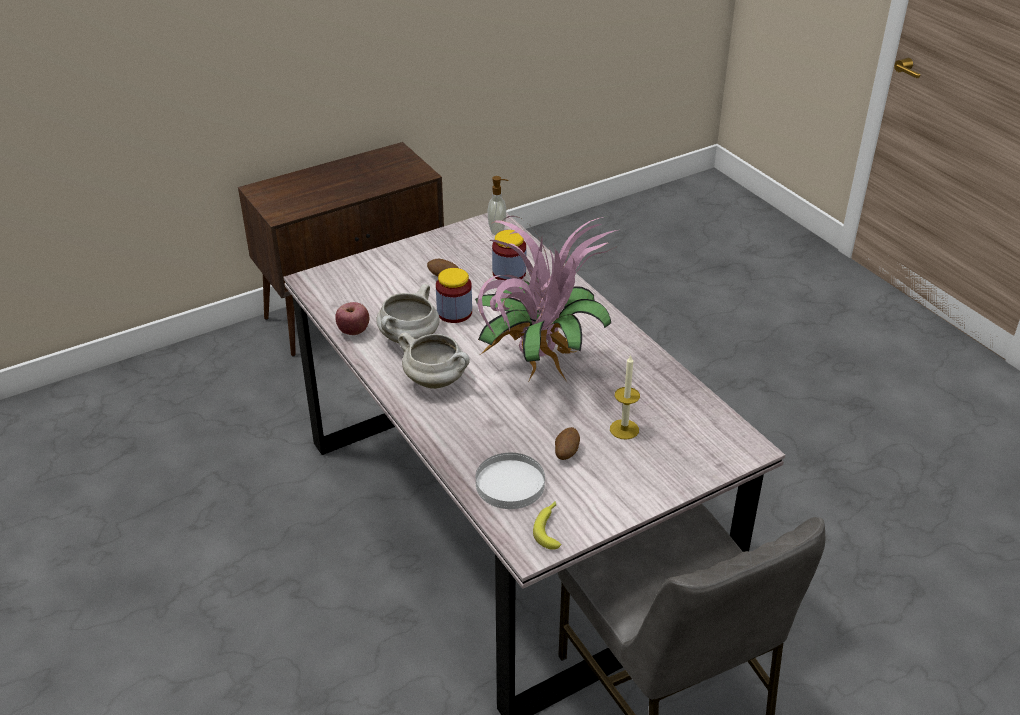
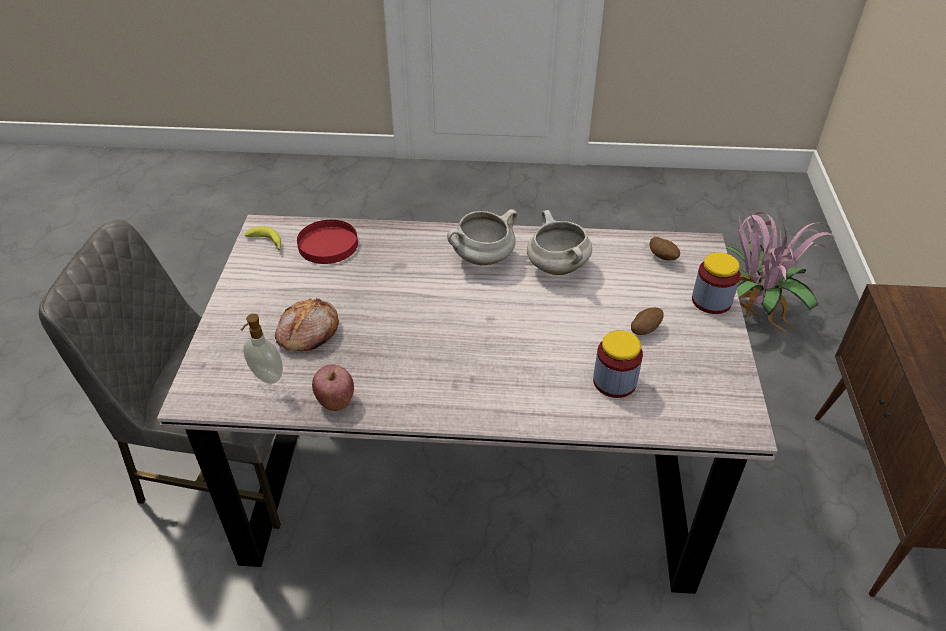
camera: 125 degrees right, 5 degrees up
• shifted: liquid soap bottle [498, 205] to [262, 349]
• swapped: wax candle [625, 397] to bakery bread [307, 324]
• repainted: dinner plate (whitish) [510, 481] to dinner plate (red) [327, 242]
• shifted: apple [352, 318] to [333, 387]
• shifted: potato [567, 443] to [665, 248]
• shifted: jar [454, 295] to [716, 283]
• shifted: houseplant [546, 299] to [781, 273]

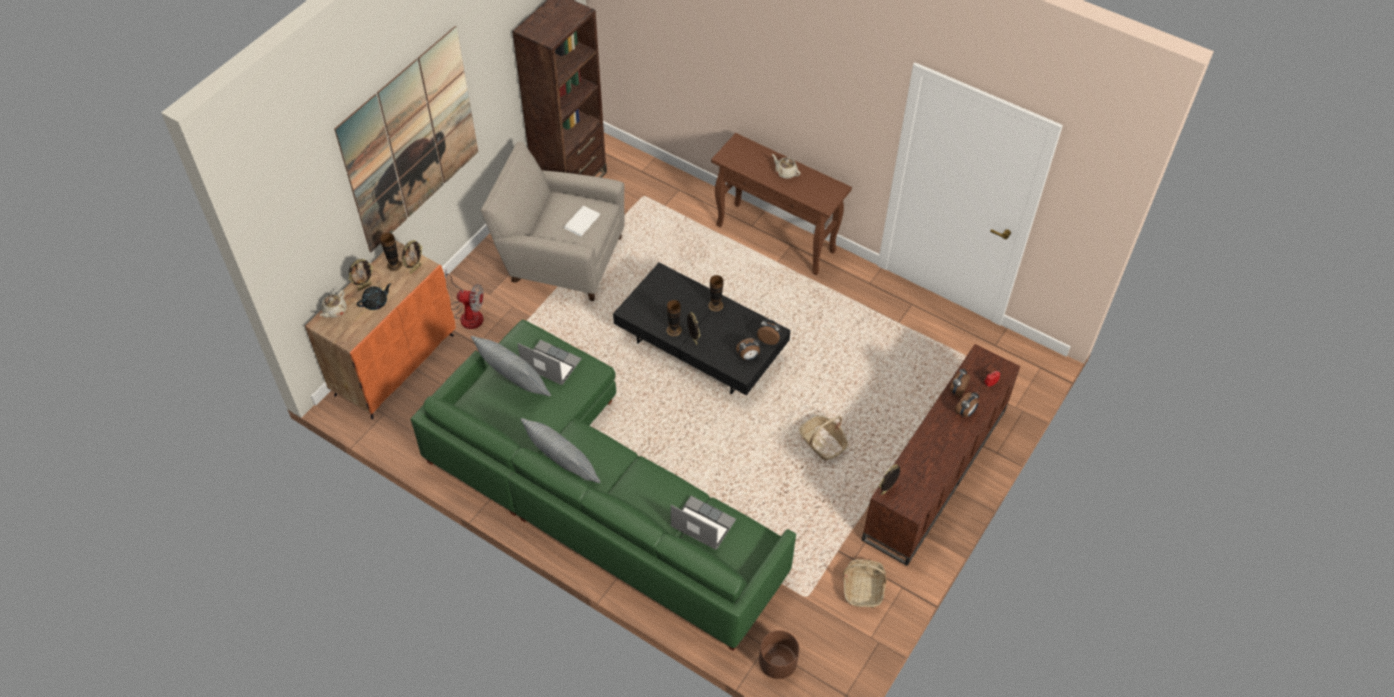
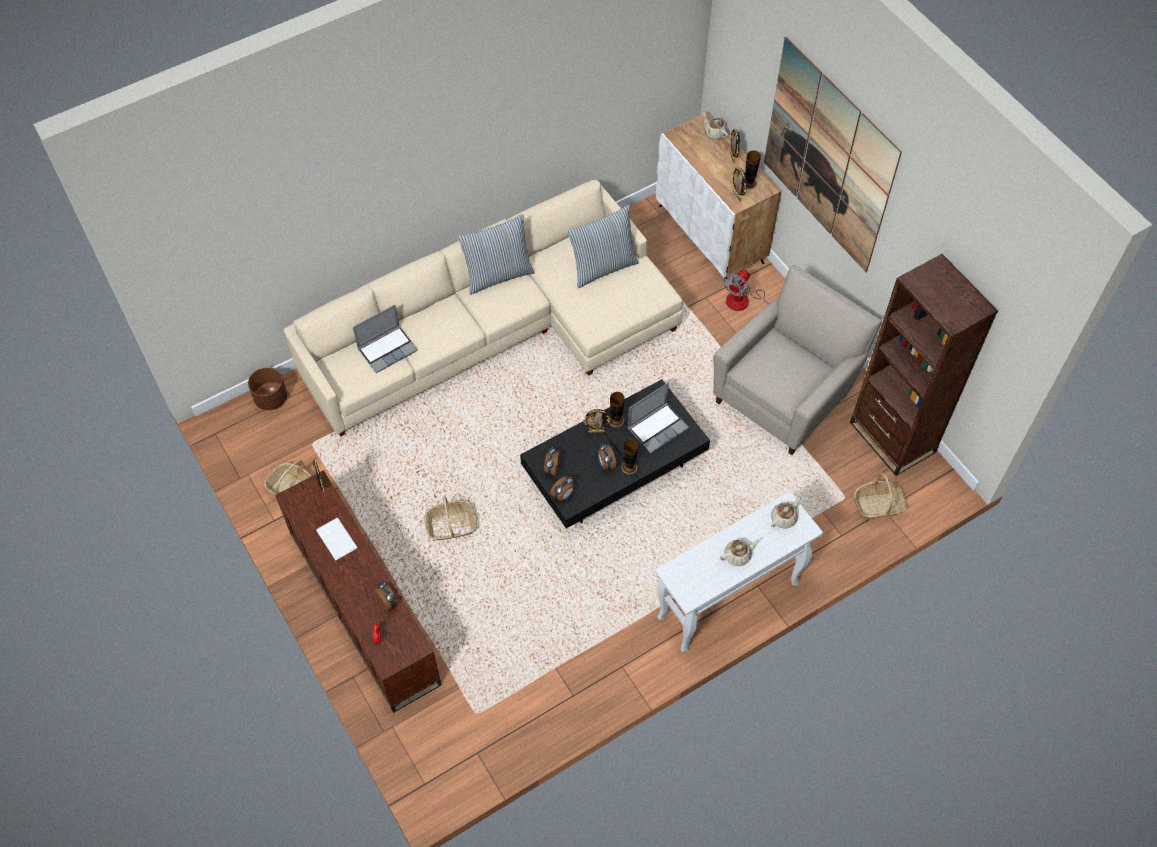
camera: 115 degrees right, 5 degrees up
• repainted: settee (greenish) [603, 485] to settee (sand-coloured) [483, 308]
• shifted: bound book (whitish) [582, 221] to [337, 539]
• shifted: table clock [967, 404] to [607, 456]
• shifted: portable computer [549, 362] to [658, 418]
• repainted: narrow table (brown-coloured) [781, 204] to narrow table (whitish) [738, 572]
• repainted: storage cabinet (orange) [380, 329] to storage cabinet (whitish) [718, 195]
• new: tea pot (sand-coloured) [786, 513]
• new: basket [881, 496]
• gone: tea pot (black-coloured) [374, 296]

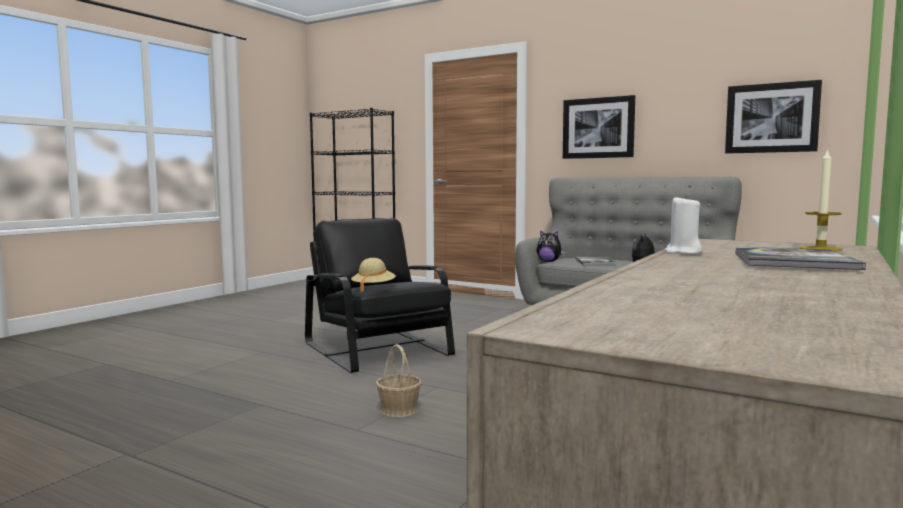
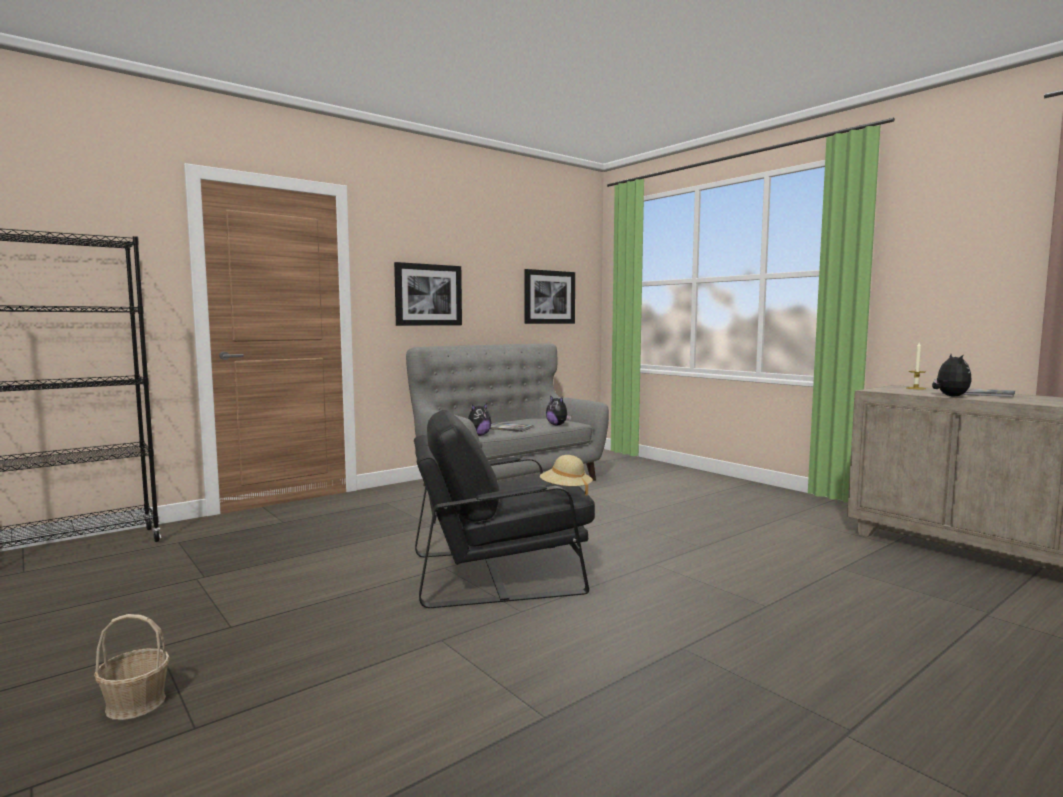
camera: 70 degrees left, 0 degrees up
• shifted: basket [399, 380] to [132, 667]
• swapped: wax candle (whitish) [683, 224] to cuddly toy [952, 375]

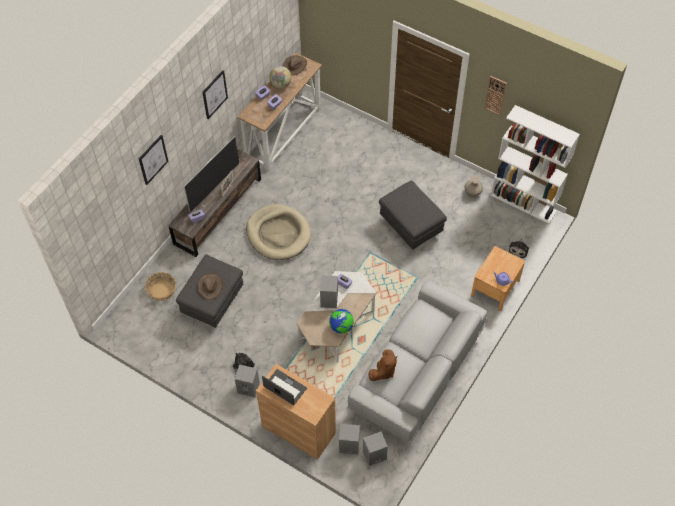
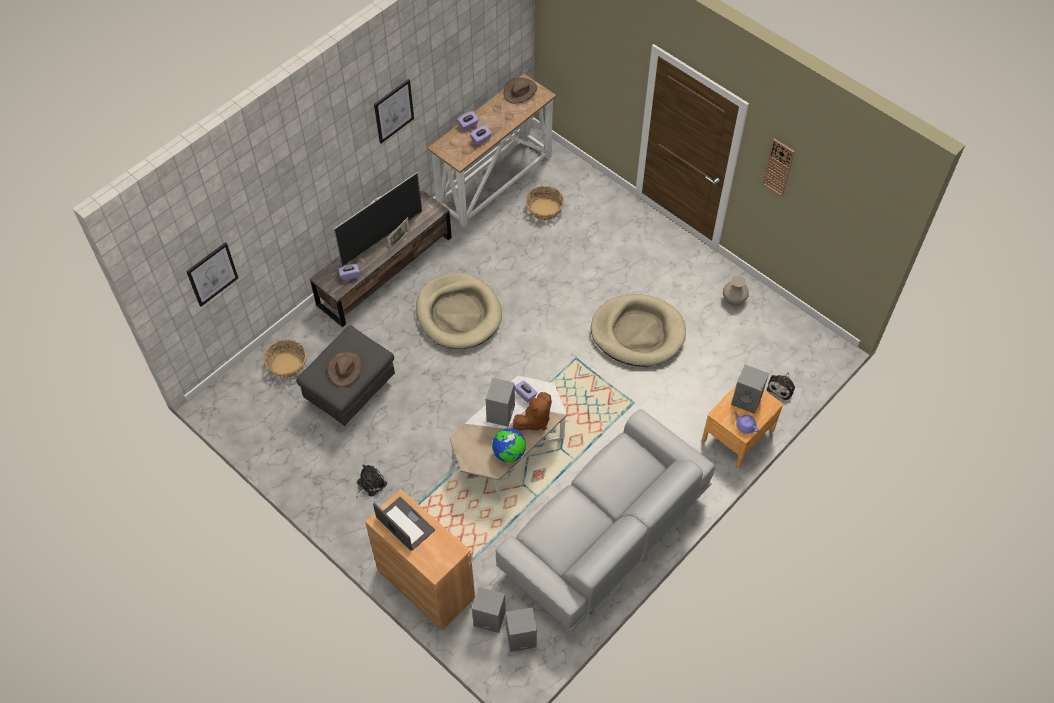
camera: 10 degrees right, 0 degrees up
• shifted: wall art [153, 160] to [212, 274]
• shifted: cuddly toy (brown-coloured) [383, 365] to [532, 411]
• new: basket [545, 203]
• swapped: ottoman (grey) [413, 215] to pet bed (sand-coloured) [638, 330]
• shifted: speaker (grey) [247, 380] to [750, 389]
• gone: desk globe [280, 77]
• gone: shelving unit (whitish) [535, 164]

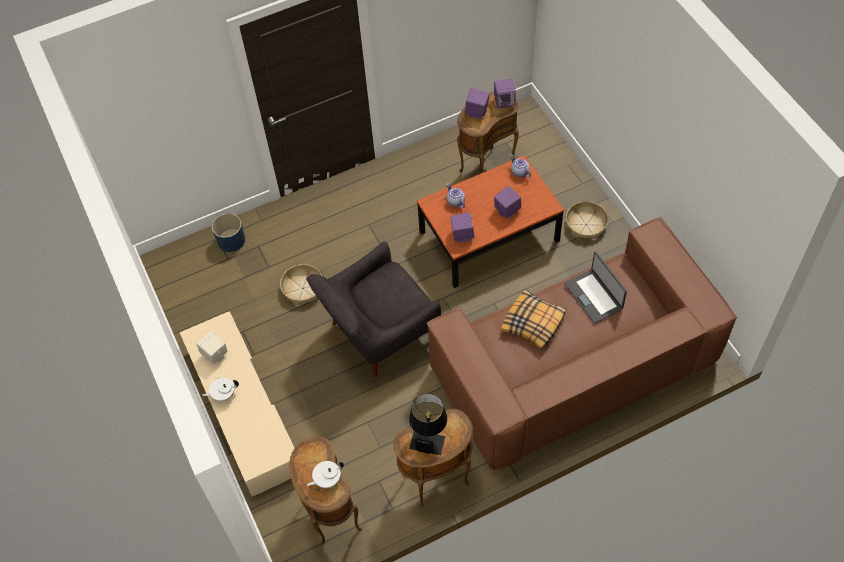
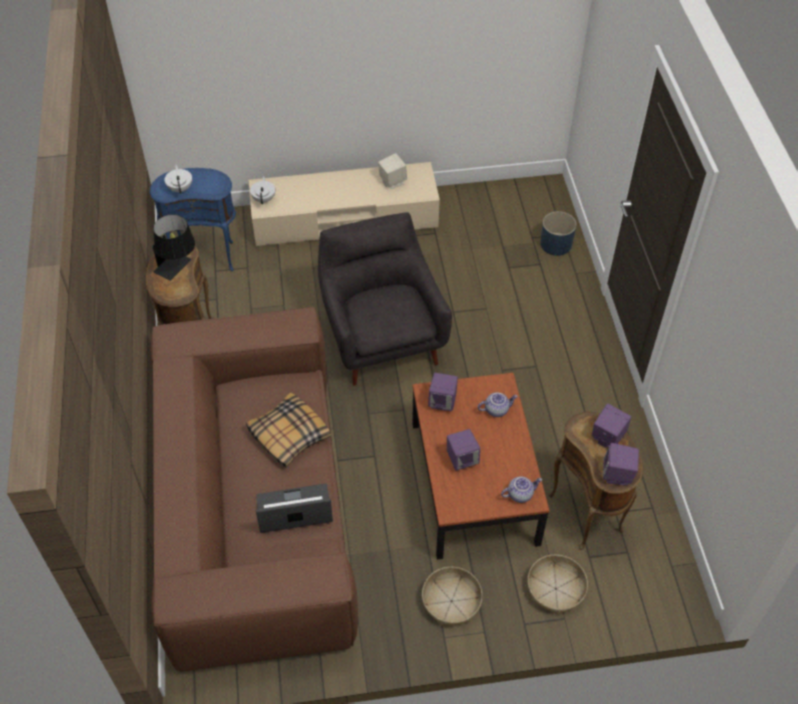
camera: 105 degrees right, 5 degrees down
• repainted: accent table (brown-coloured) [325, 491] to accent table (blue-coloured) [193, 219]
• shifted: tea pot (whitish) [220, 390] to [263, 190]
• shifted: basket [301, 284] to [557, 585]

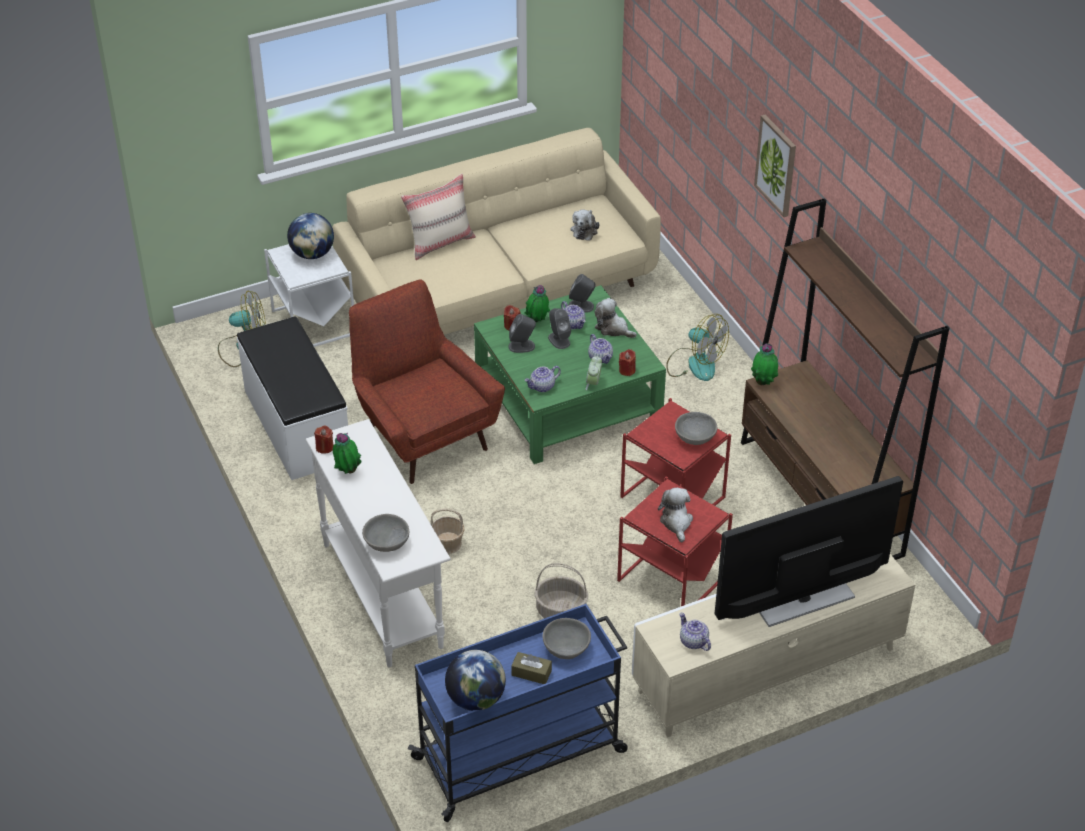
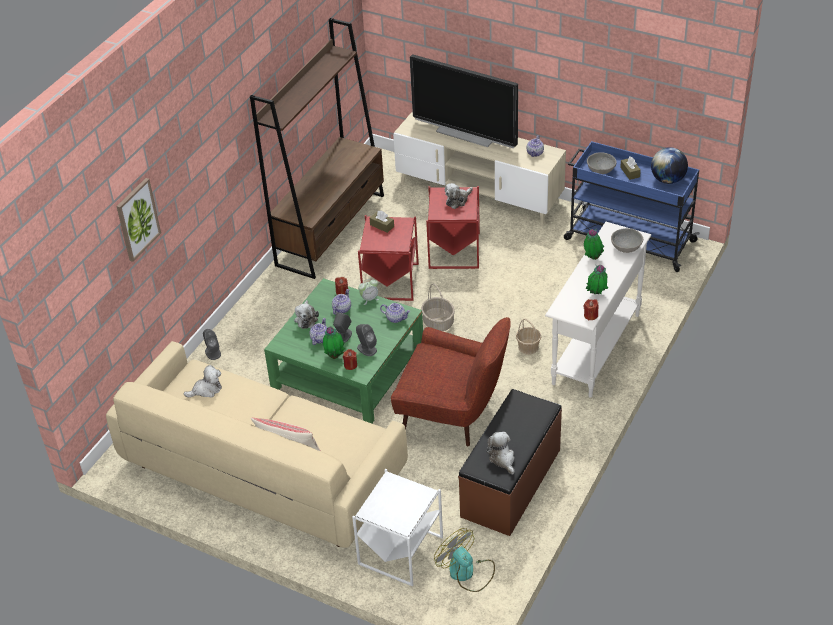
camera: 125 degrees left, 0 degrees up
• shifted: wall art [775, 166] to [138, 220]
• shifted: speaker (grey) [582, 293] to [212, 344]
• swapped: deep dish (grey) [696, 428] to tissue holder (brown-coloured) [382, 222]
• rotated: armchair (red) [427, 381] = [451, 381] 90 degrees counterclockwise
• shifted: basket [561, 590] to [438, 307]
• repainted: bench (whitish) [292, 398] to bench (brown-coloured) [510, 462]
• new: cuddly toy [500, 453]
• shifted: houseplant [764, 364] to [594, 244]
• gone: desk globe [310, 236]
• gone: electric fan [697, 347]

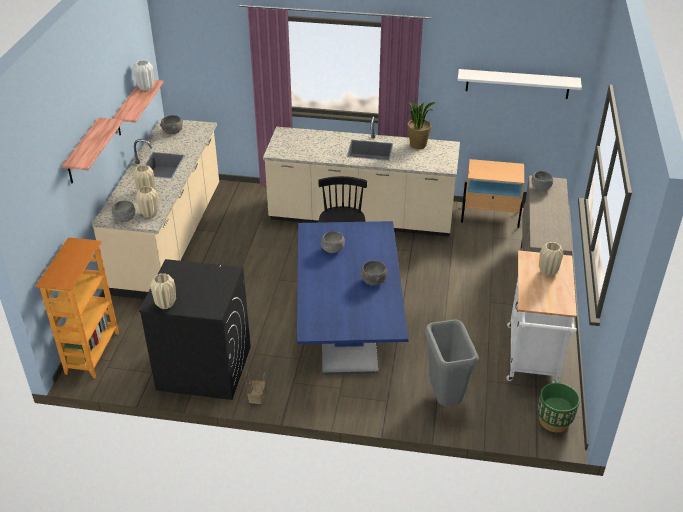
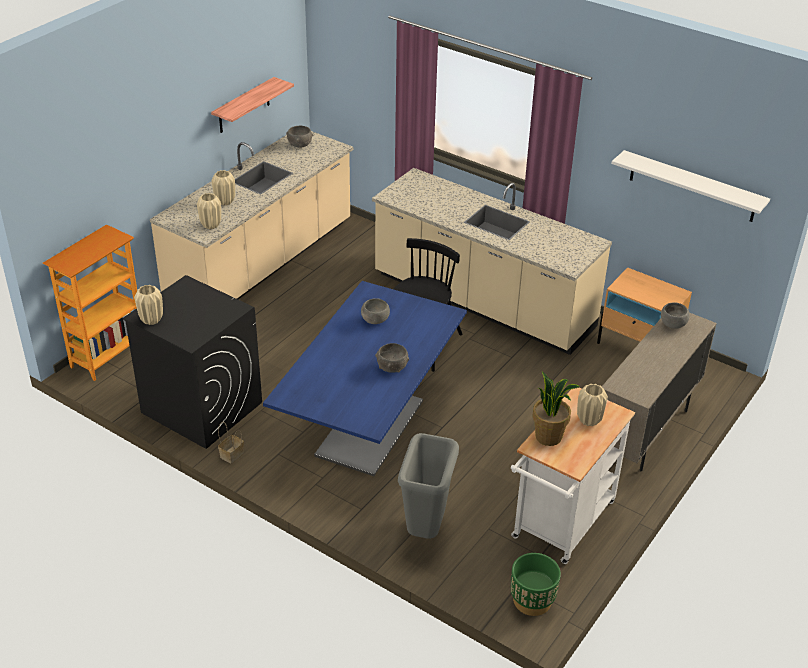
camera: 25 degrees right, 0 degrees up
• shifted: houseplant [421, 125] to [556, 409]
• gone: shelf [92, 150]
• gone: deep dish (grey) [123, 211]
• gone: flower vase (whitish) [143, 75]

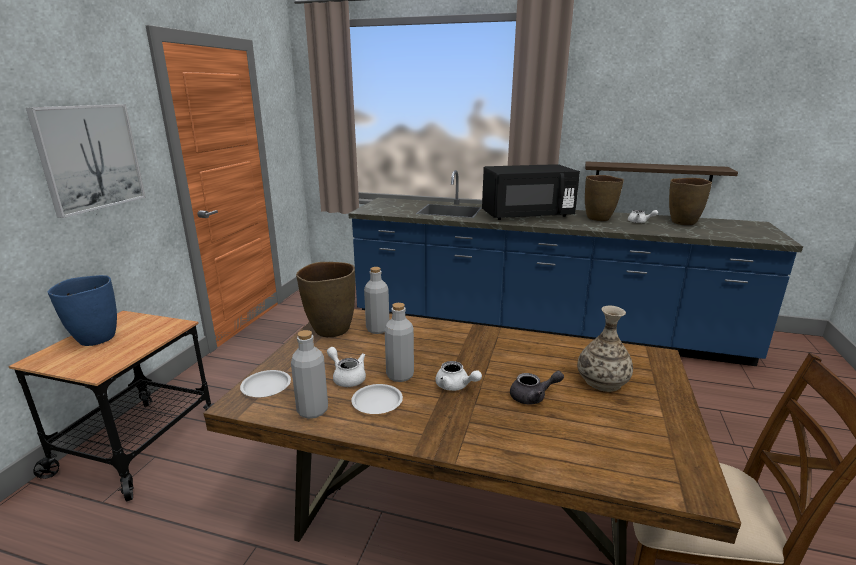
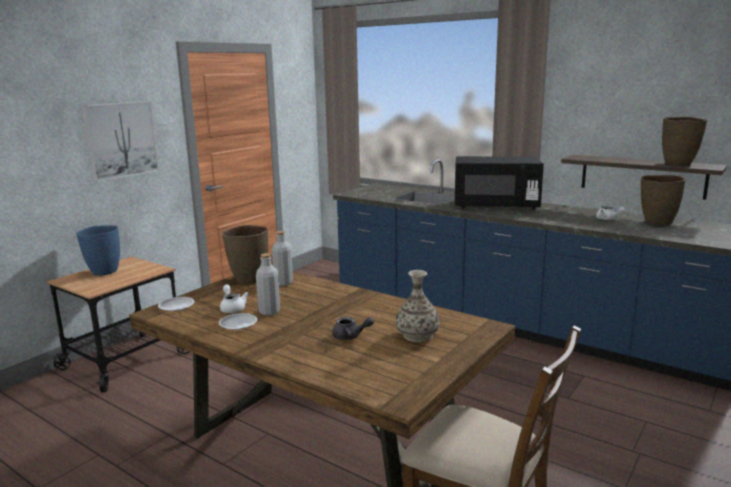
camera: 20 degrees right, 5 degrees down
• shifted: flower vase (brown-coloured) [604, 198] to [684, 141]
• gone: beverage bottle (grey) [309, 374]
• gone: tea pot (whitish) [458, 376]

